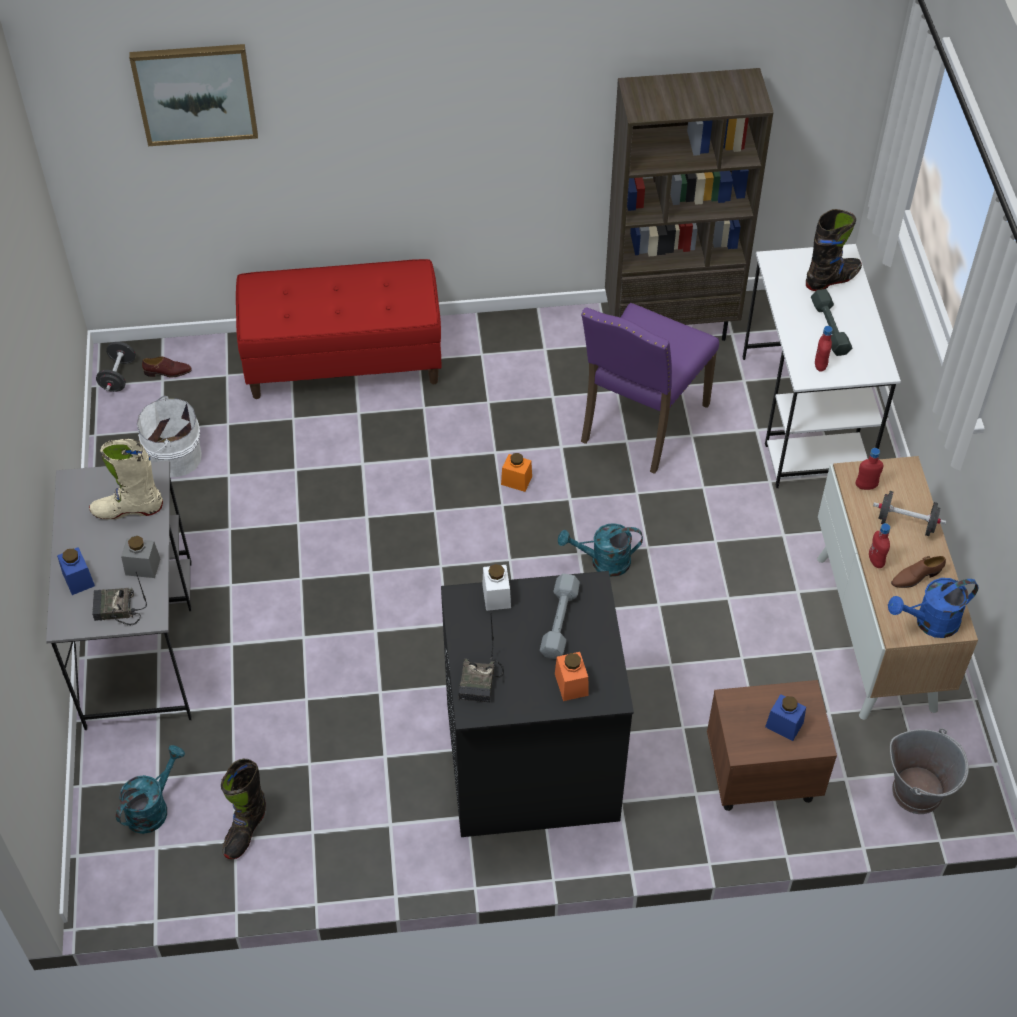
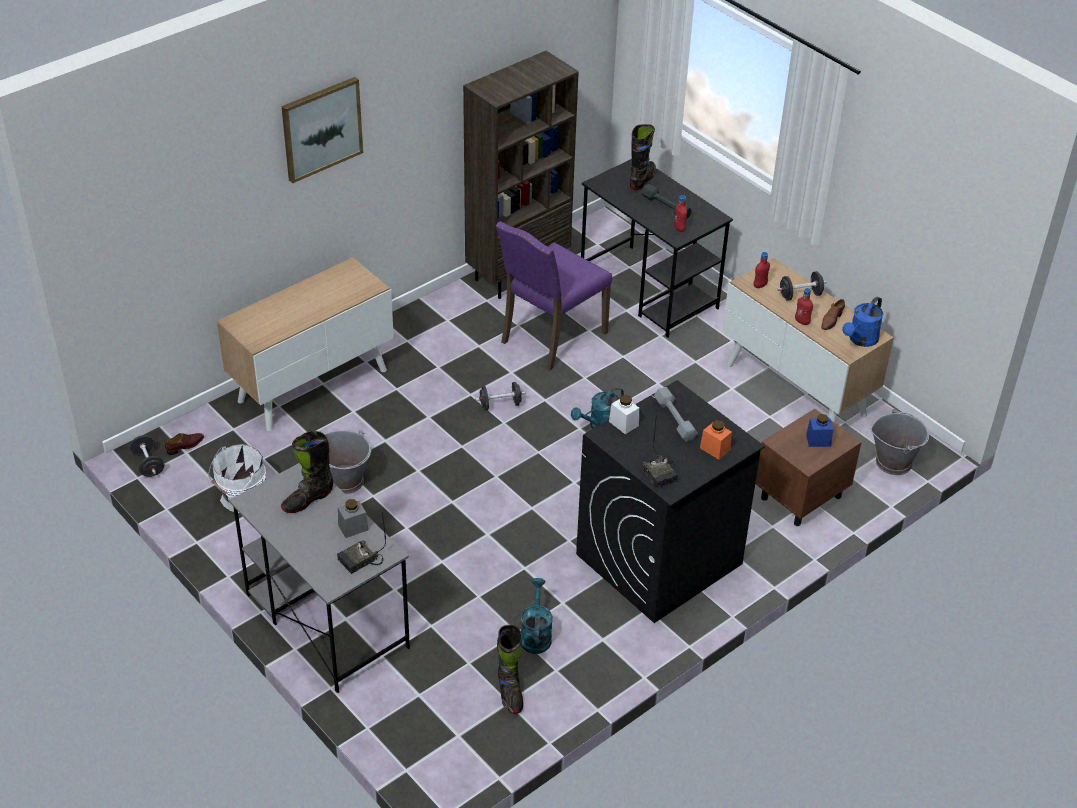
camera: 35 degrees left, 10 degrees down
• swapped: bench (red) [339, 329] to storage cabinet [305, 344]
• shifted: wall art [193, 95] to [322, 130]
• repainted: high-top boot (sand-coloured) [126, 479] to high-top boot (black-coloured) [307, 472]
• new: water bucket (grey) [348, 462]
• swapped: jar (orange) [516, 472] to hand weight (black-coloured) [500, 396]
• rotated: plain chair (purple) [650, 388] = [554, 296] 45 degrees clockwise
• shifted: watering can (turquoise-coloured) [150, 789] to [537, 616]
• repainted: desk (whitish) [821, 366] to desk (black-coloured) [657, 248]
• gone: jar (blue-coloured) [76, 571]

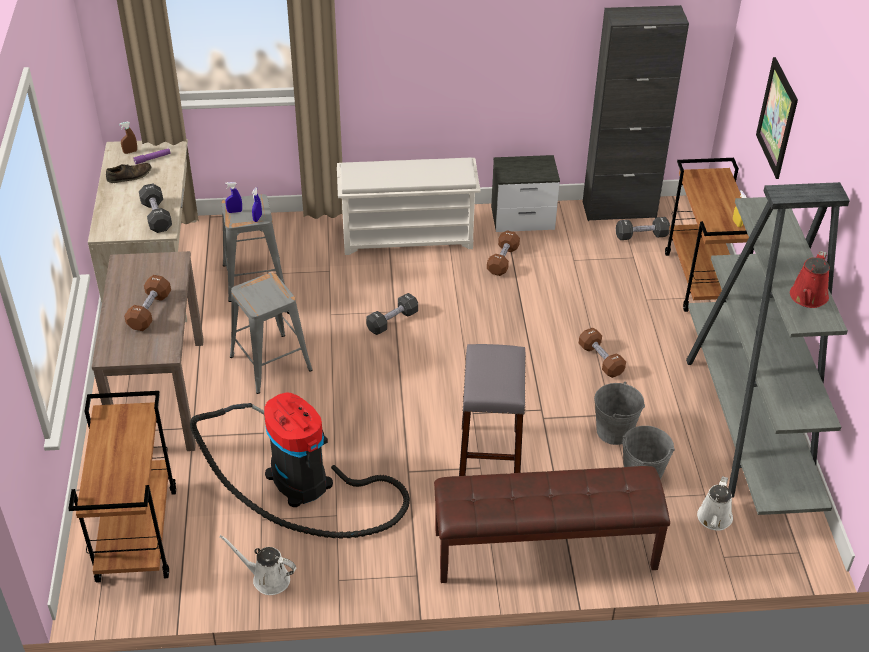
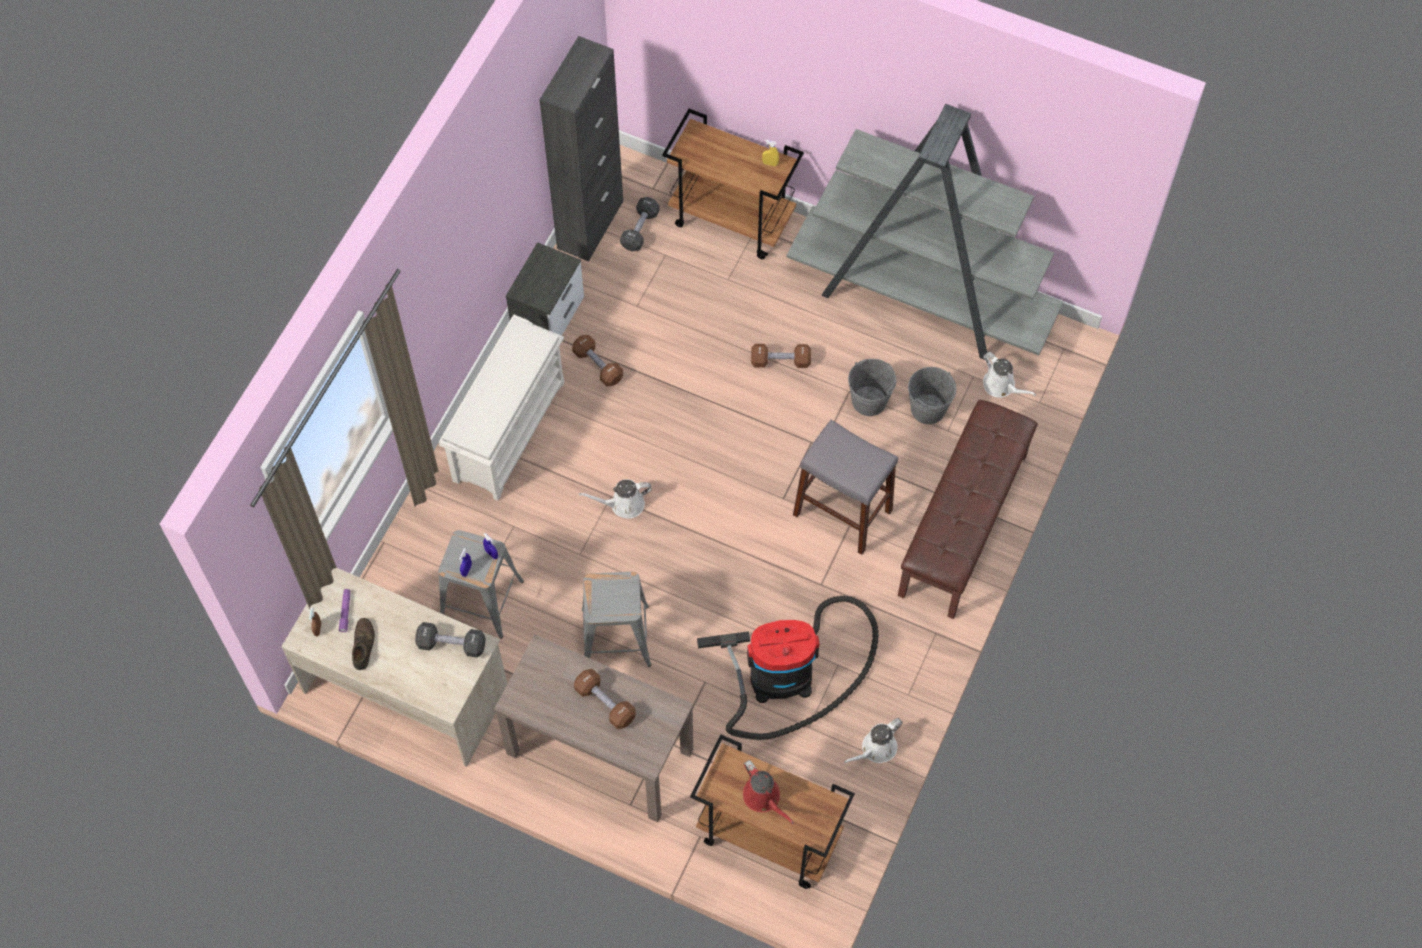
camera: 60 degrees left, 20 degrees up
• swapped: hand weight (black-coloured) [392, 314] to watering can (whitish) [615, 499]
• shifted: watering can (red) [810, 279] to [768, 792]
• gone: wall art [777, 118]

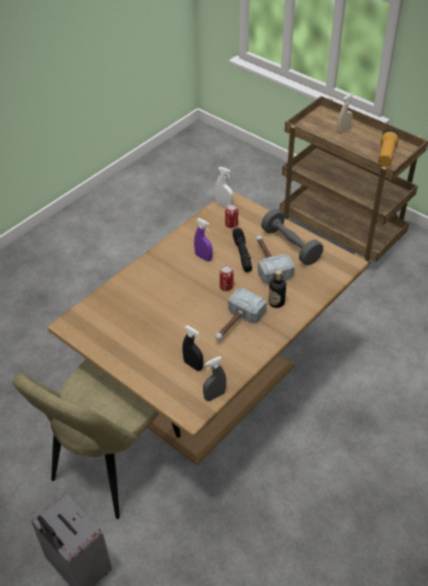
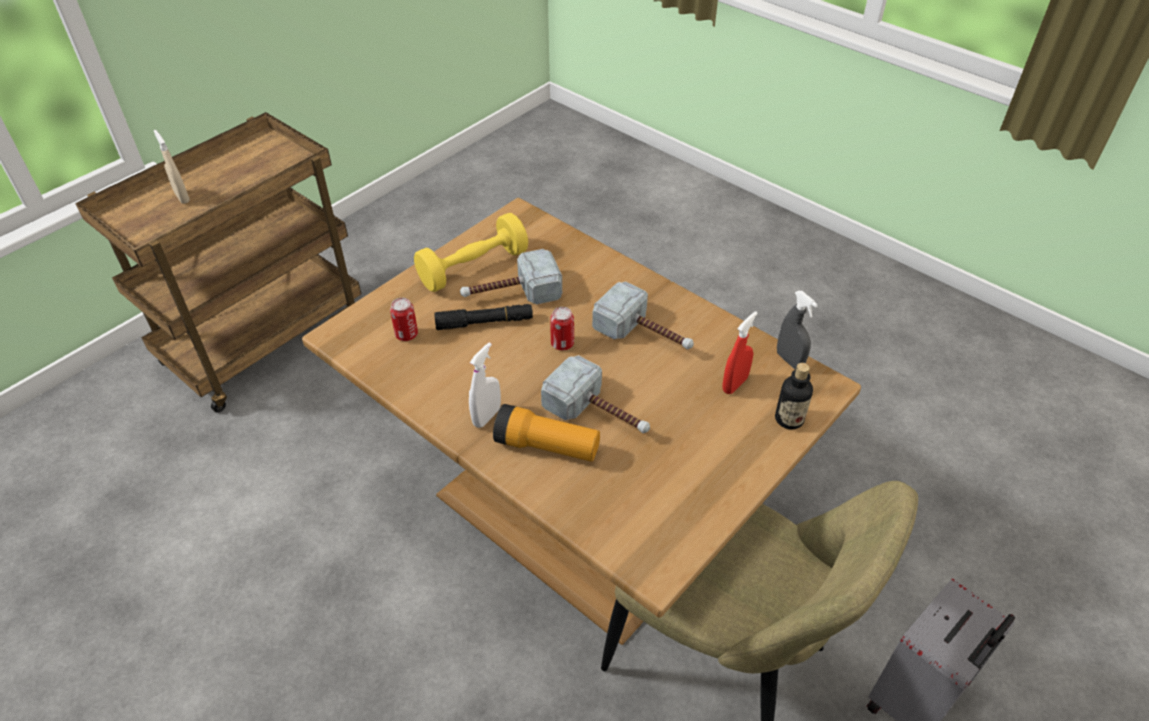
camera: 90 degrees left, 0 degrees up
• repainted: hand weight (grey) [292, 237] to hand weight (yellowish) [471, 252]
• shifted: sprayer (whitish) [224, 187] to [485, 385]
• shifted: flashlight [388, 147] to [546, 433]
• new: hand hammer [595, 394]
• repainted: sprayer (black-coloured) [192, 348] to sprayer (red) [740, 352]
• shifted: beverage bottle [277, 289] to [794, 396]
• gone: sprayer (purple) [203, 240]

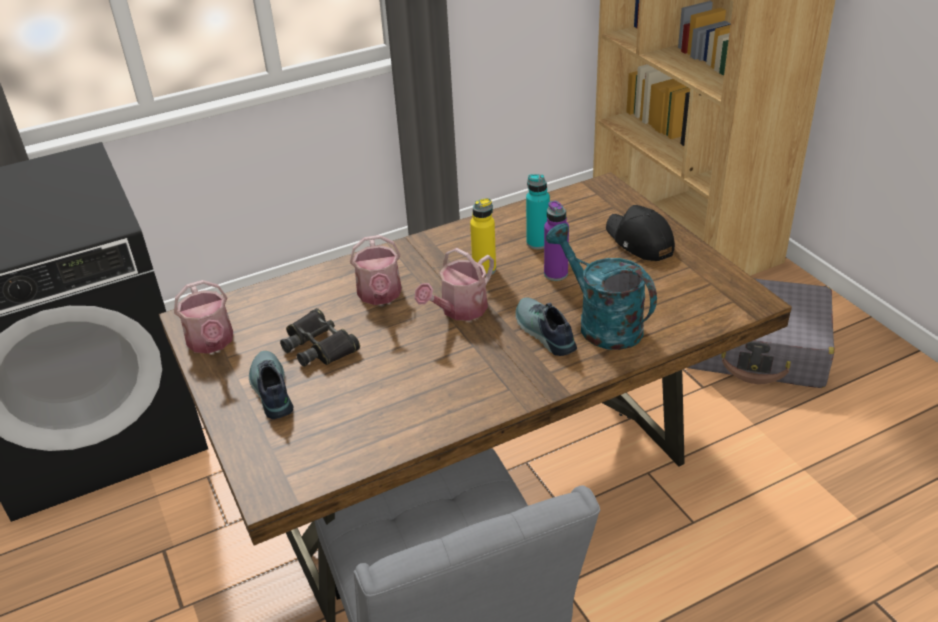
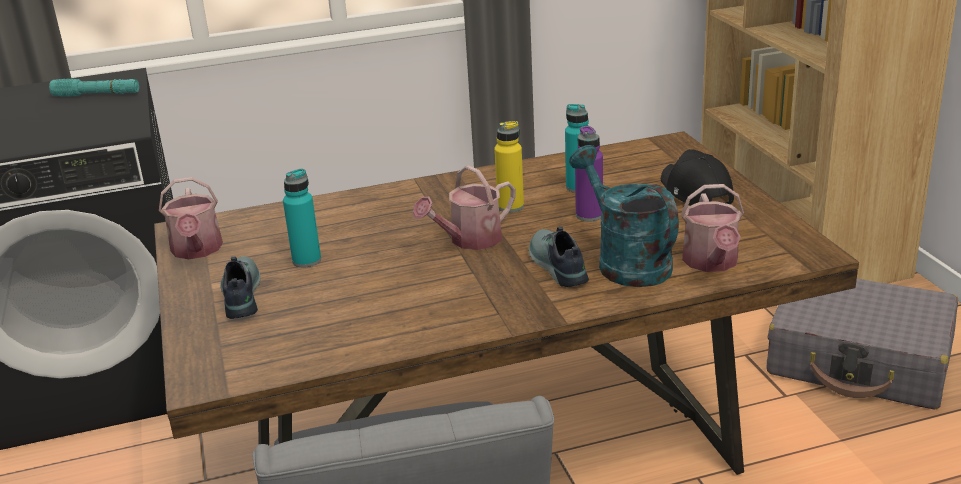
camera: 10 degrees right, 10 degrees down
• new: flashlight (turquoise-coloured) [94, 88]
• swapped: binoculars (black-coloured) [320, 337] to beverage bottle (turquoise-coloured) [302, 218]
• shifted: watering can [376, 270] to [712, 228]

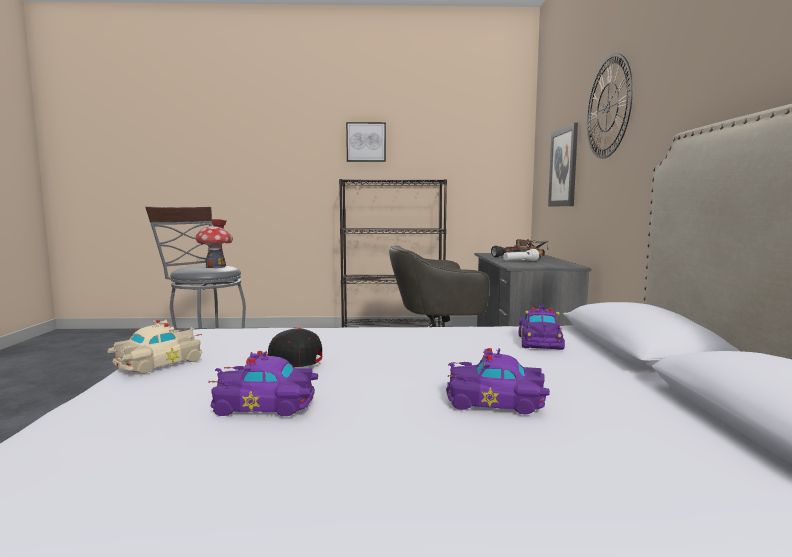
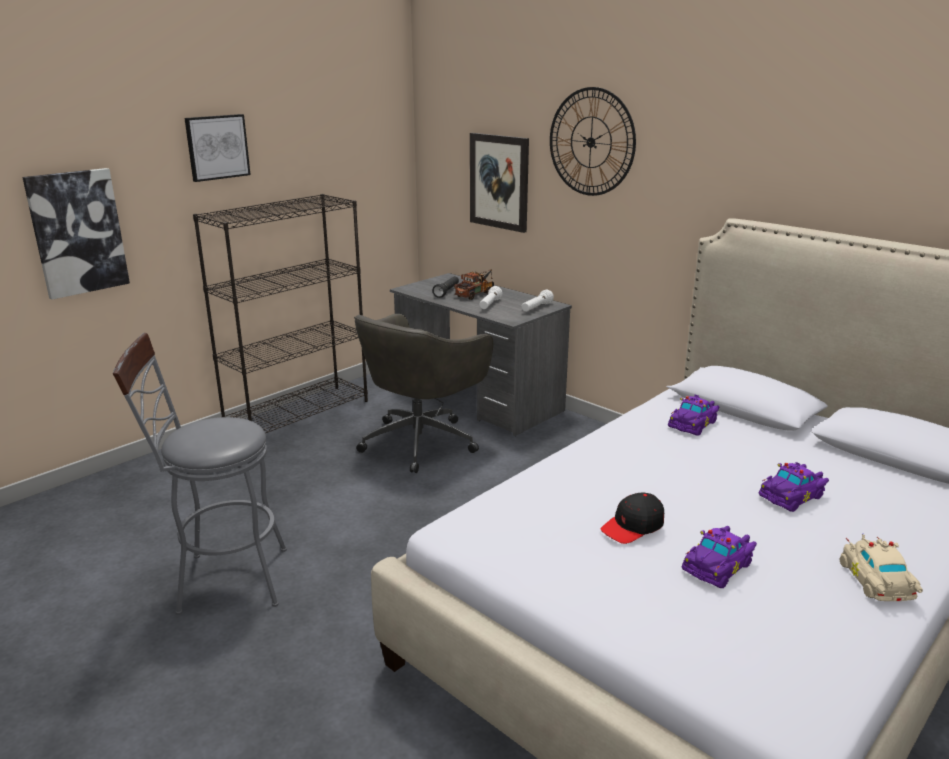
camera: 45 degrees left, 15 degrees up
• new: wall art [76, 234]
• new: flashlight (whitish) [537, 301]
• rotated: toy car (purple) [541, 327] = [693, 415] 75 degrees clockwise
• shifted: toy car (sand-coloured) [154, 346] to [881, 567]
• gone: toy house [214, 243]

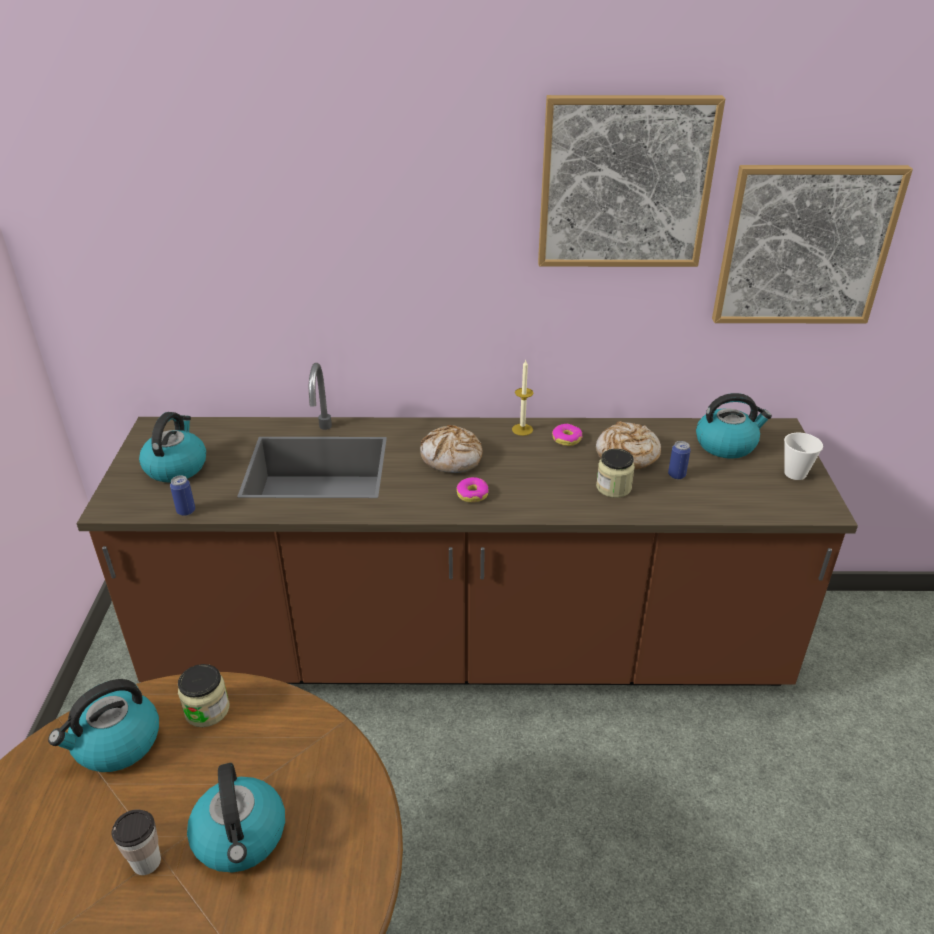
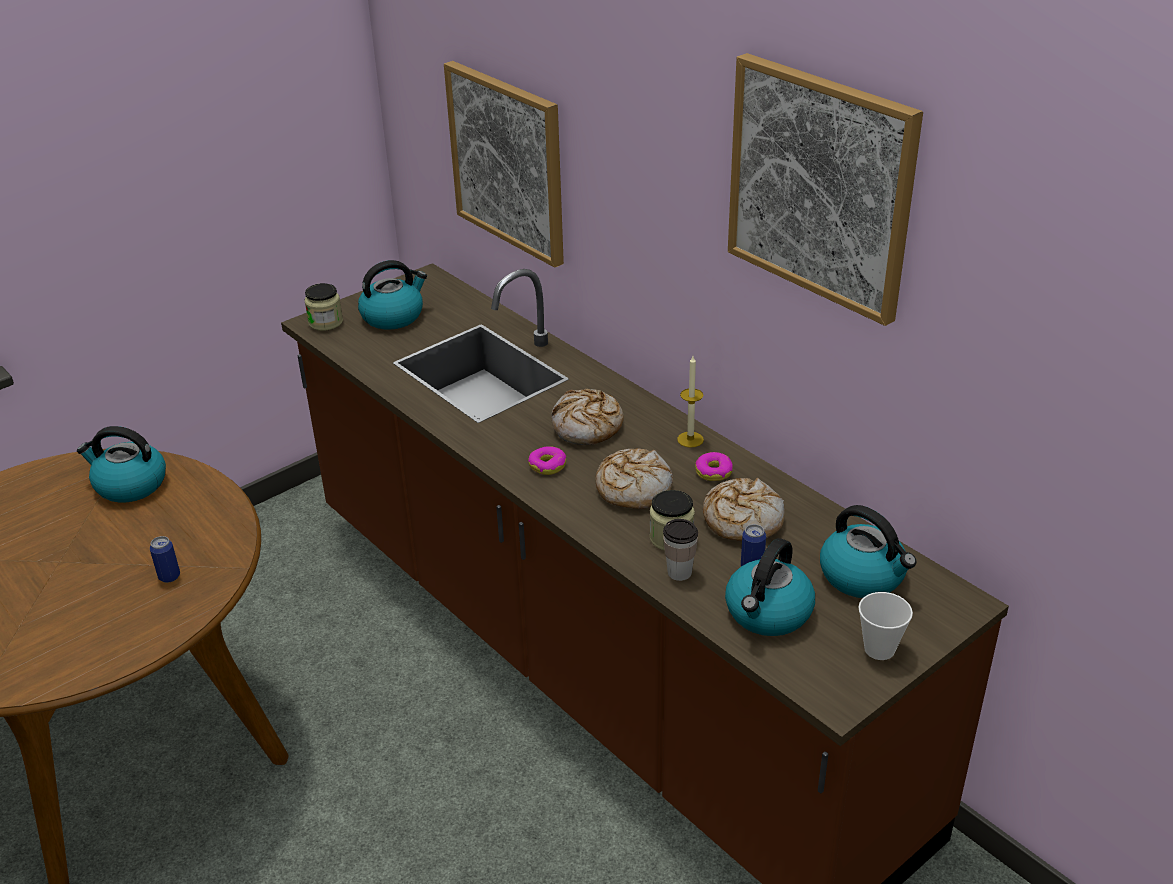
camera: 50 degrees right, 0 degrees up
• shifted: can [182, 495] to [165, 559]
• shifted: jar [203, 695] to [323, 307]
• shifted: wall art [812, 244] to [504, 164]
• new: bakery bread [634, 478]
• shifted: drinking cup [136, 842] to [680, 550]
• shifted: water kettle [236, 817] to [770, 587]

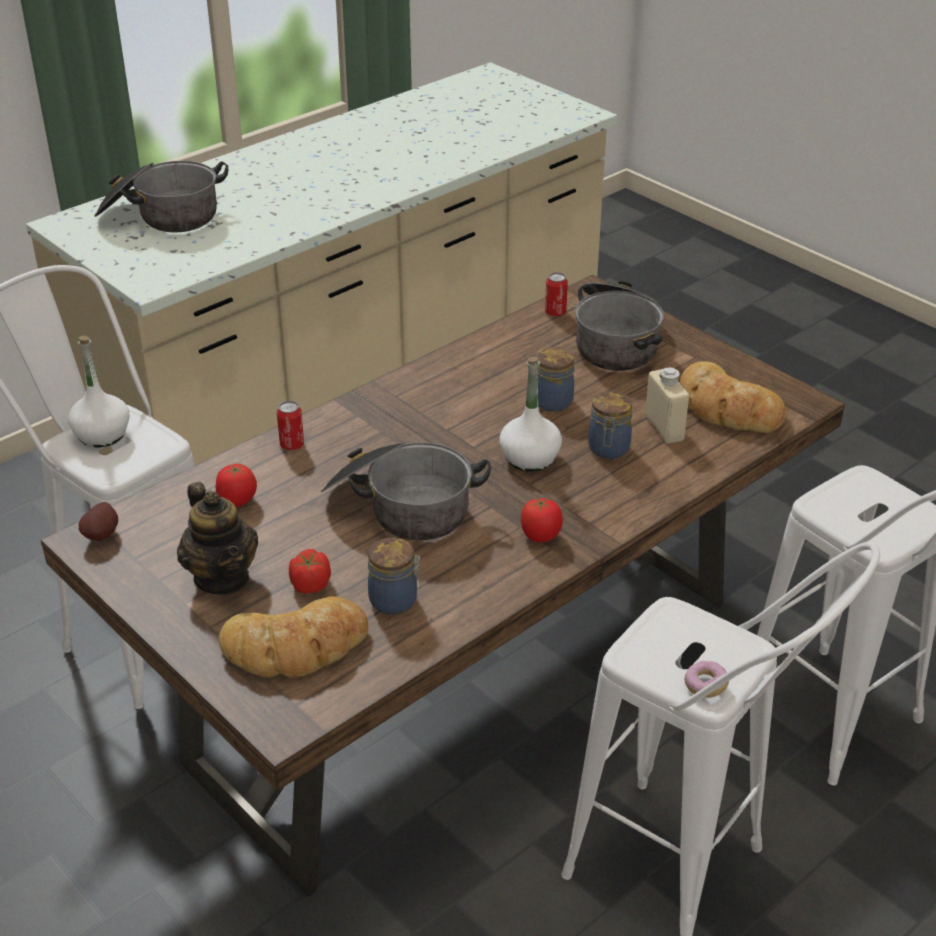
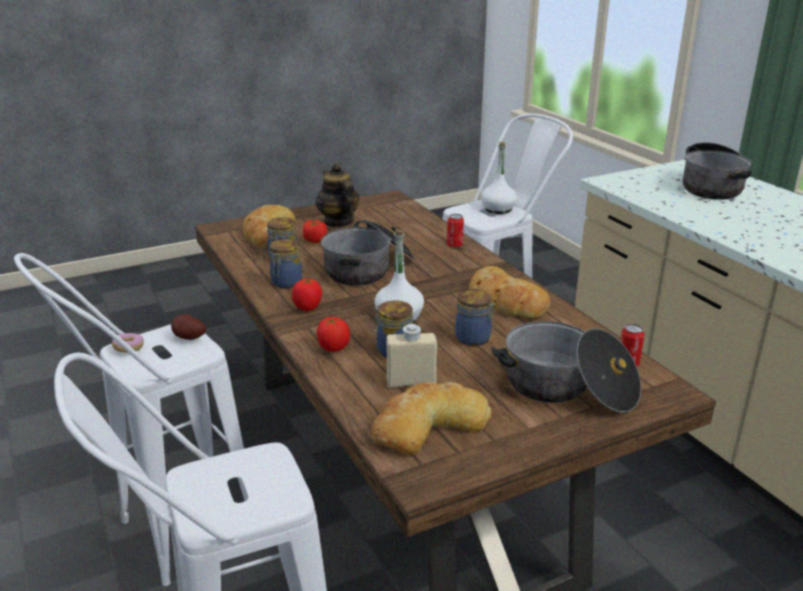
camera: 105 degrees right, 10 degrees down
• shifted: potato [98, 521] to [188, 327]
• new: jar [285, 263]
• rotated: tea pot [217, 538] = [337, 195] 75 degrees clockwise
• shifted: tomato [236, 485] to [333, 334]
• new: bakery bread [509, 292]

